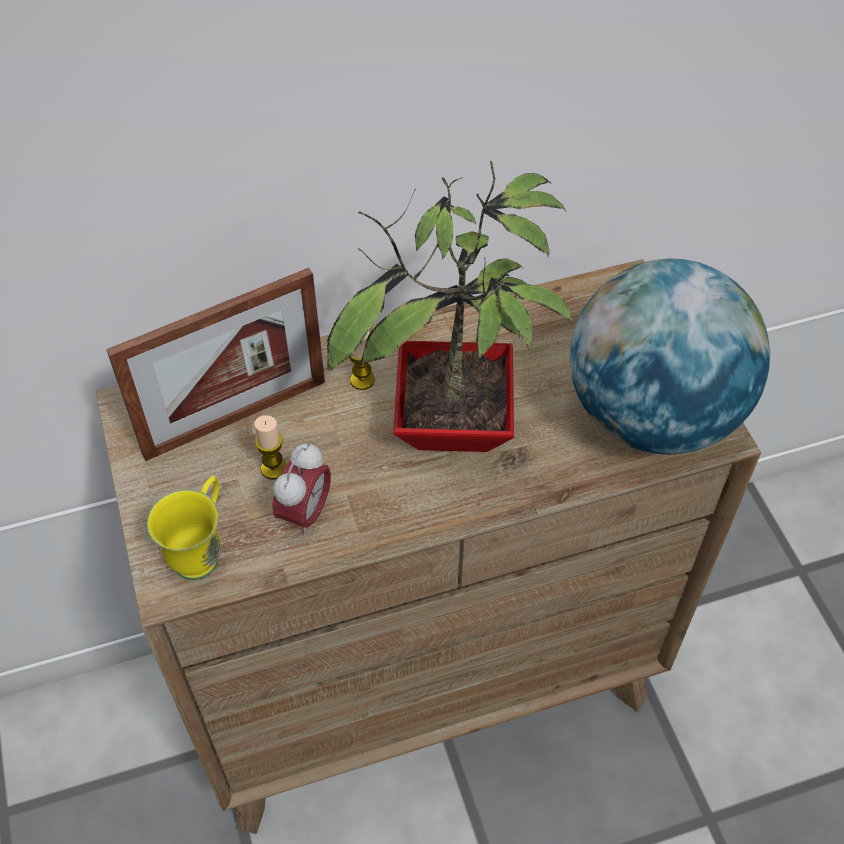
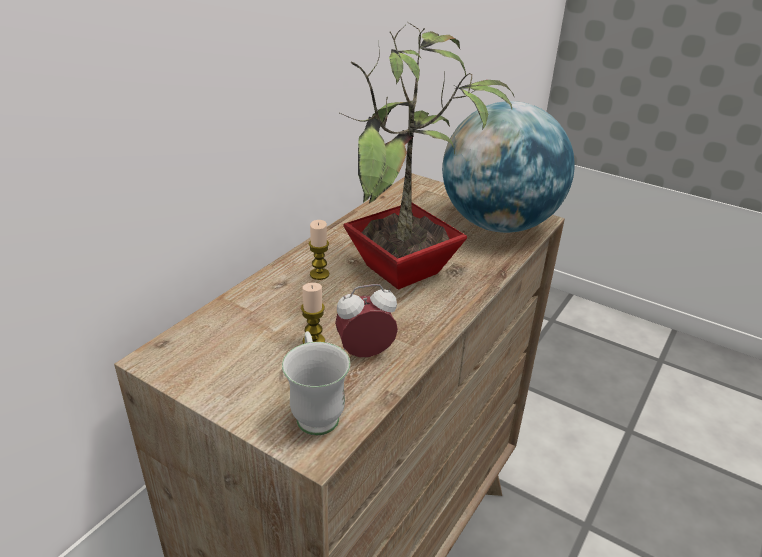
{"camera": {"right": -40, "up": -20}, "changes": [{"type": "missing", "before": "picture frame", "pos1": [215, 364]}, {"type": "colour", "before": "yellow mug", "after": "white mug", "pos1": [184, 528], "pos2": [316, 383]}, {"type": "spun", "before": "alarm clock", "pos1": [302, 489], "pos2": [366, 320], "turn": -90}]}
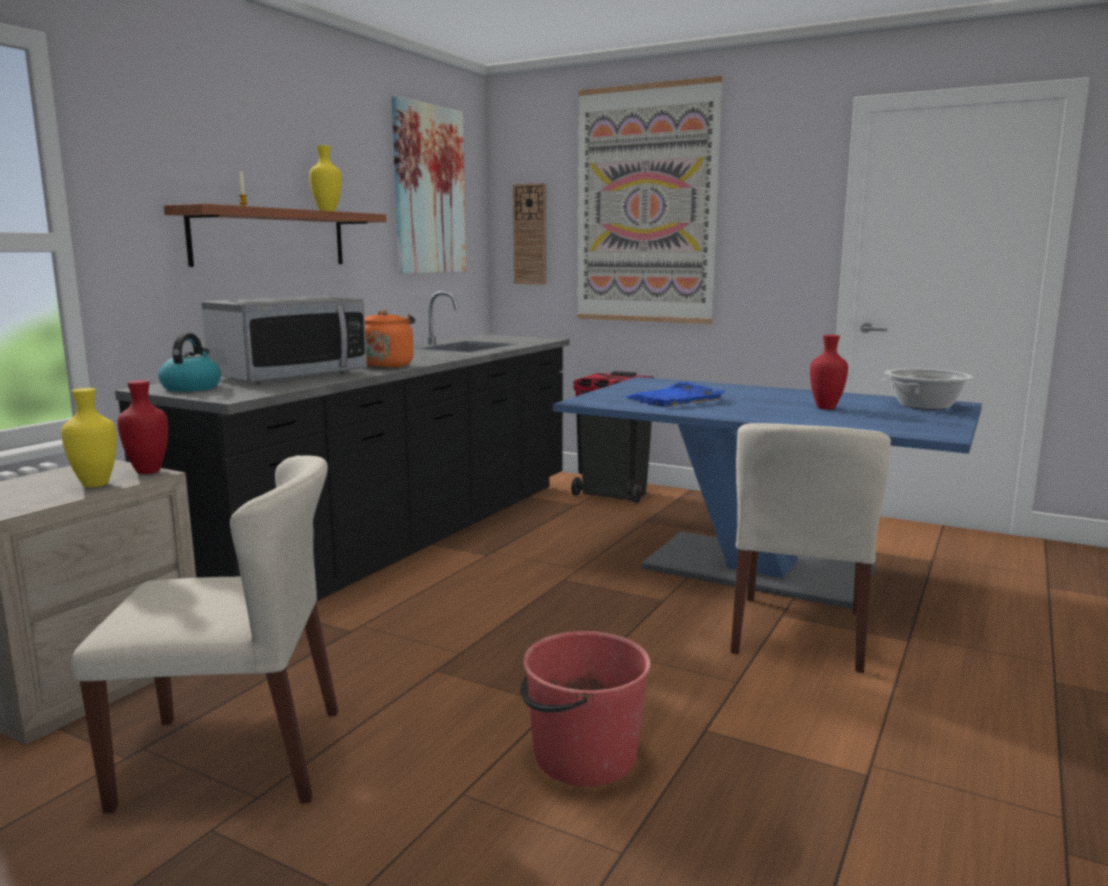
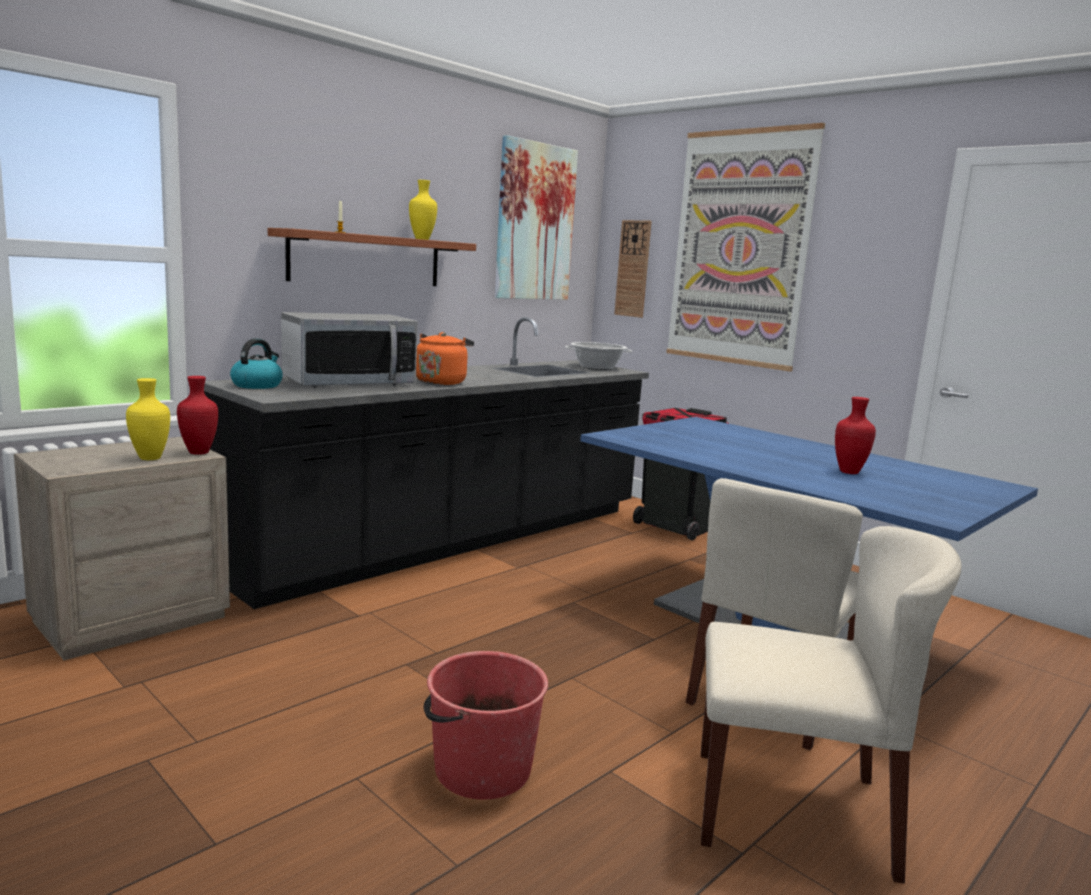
{"camera": {"right": 15, "up": 0}, "changes": [{"type": "relocated", "before": "beige chair", "pos1": [205, 634], "pos2": [831, 705]}, {"type": "missing", "before": "blue tray", "pos1": [674, 394]}, {"type": "relocated", "before": "cooking pot", "pos1": [927, 389], "pos2": [599, 356]}]}
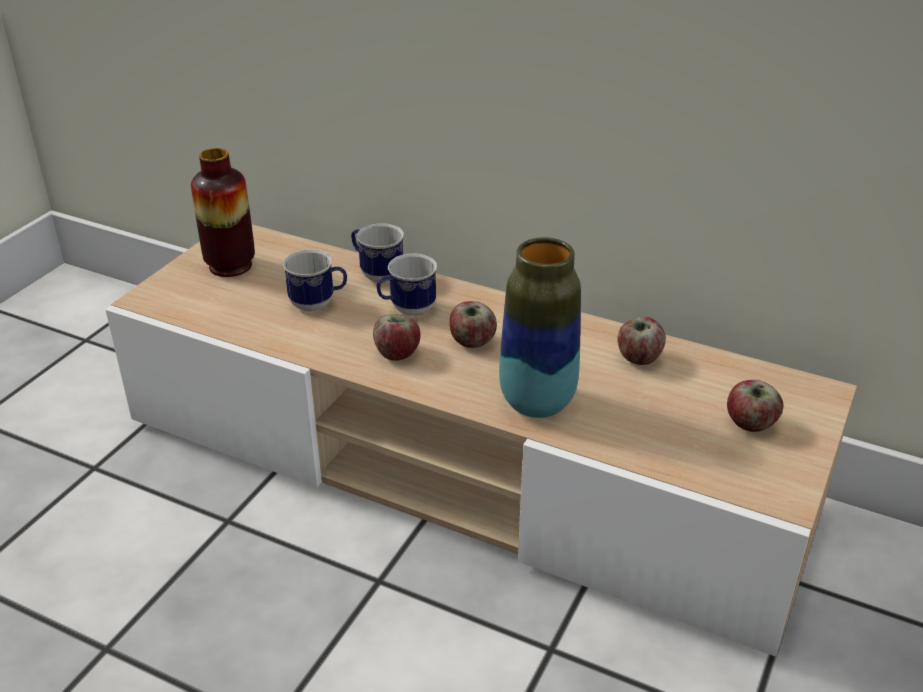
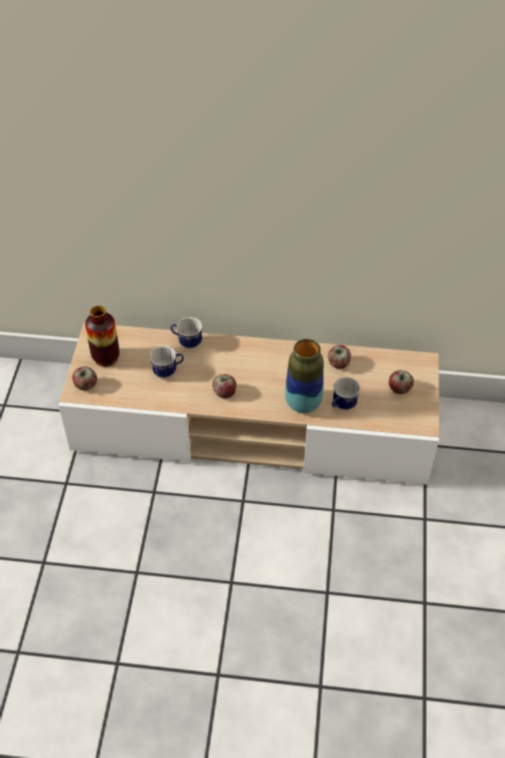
{"camera": {"right": -20, "up": 15}, "changes": [{"type": "relocated", "before": "mug", "pos1": [407, 285], "pos2": [346, 394]}, {"type": "relocated", "before": "apple", "pos1": [473, 324], "pos2": [84, 378]}]}
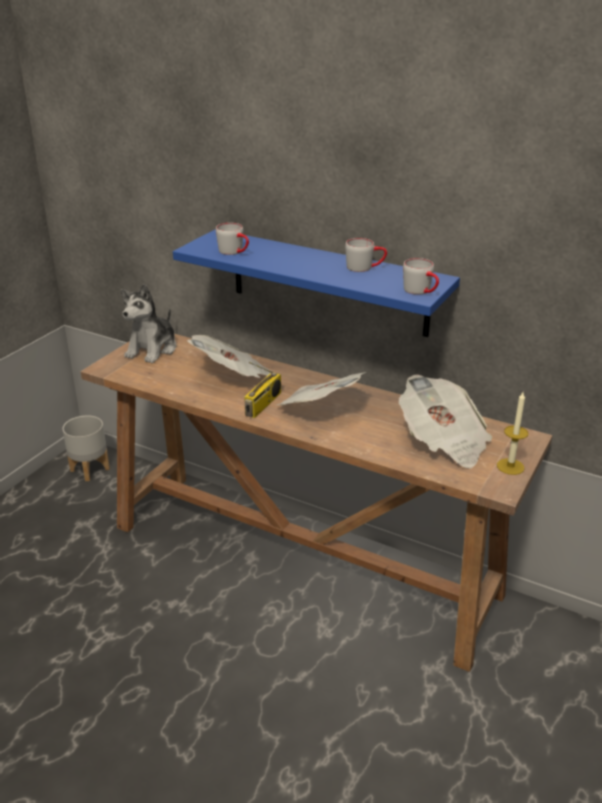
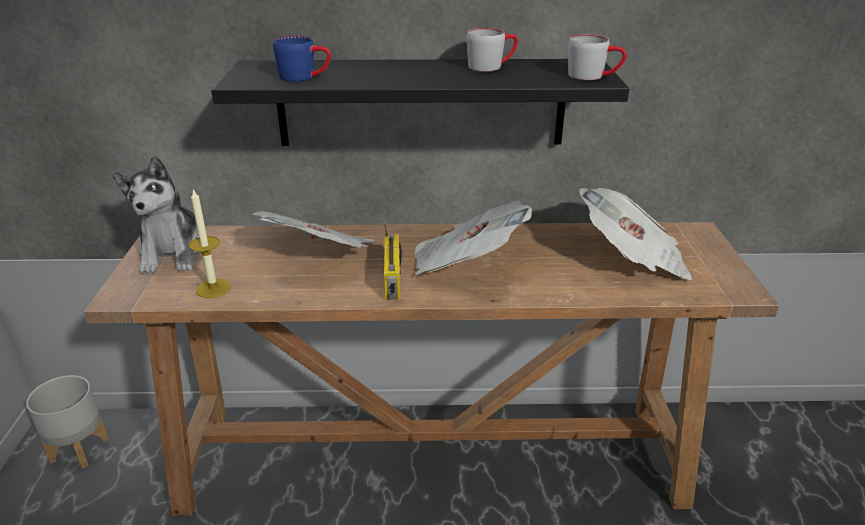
{"camera": {"right": -30, "up": 0}, "changes": [{"type": "colour", "before": "blue shelf", "after": "black shelf", "pos1": [316, 283], "pos2": [420, 102]}, {"type": "colour", "before": "grey mug", "after": "blue mug", "pos1": [232, 239], "pos2": [302, 59]}, {"type": "relocated", "before": "candle", "pos1": [512, 433], "pos2": [210, 243]}]}
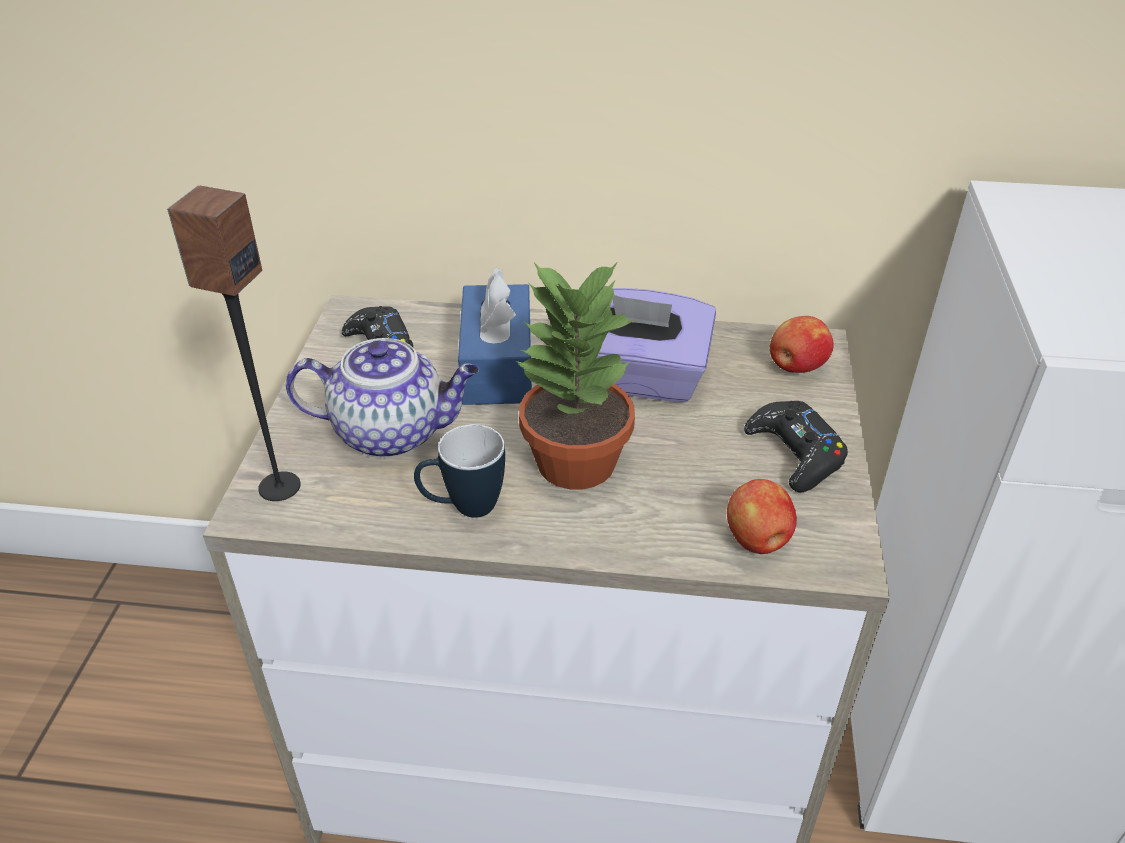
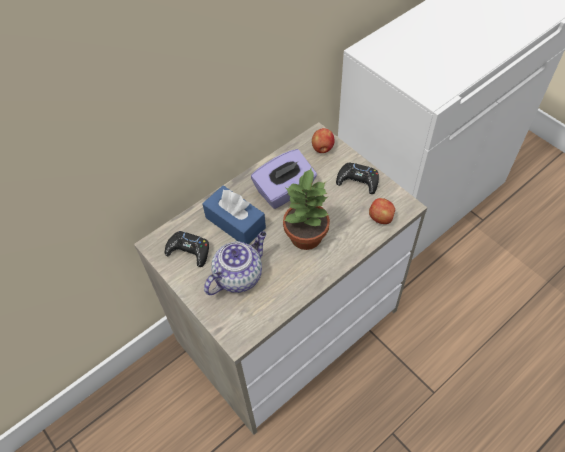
{"camera": {"right": -45, "up": 15}, "changes": [{"type": "missing", "before": "speaker", "pos1": [234, 343]}, {"type": "missing", "before": "mug", "pos1": [459, 471]}]}
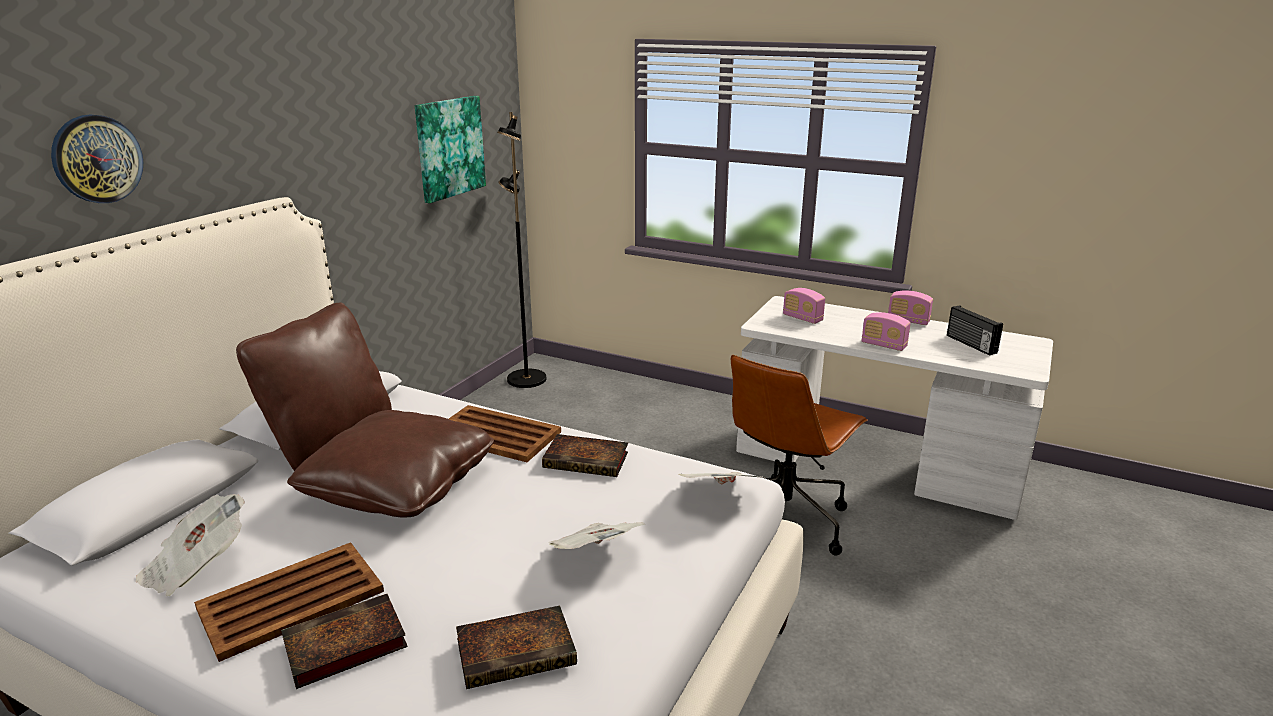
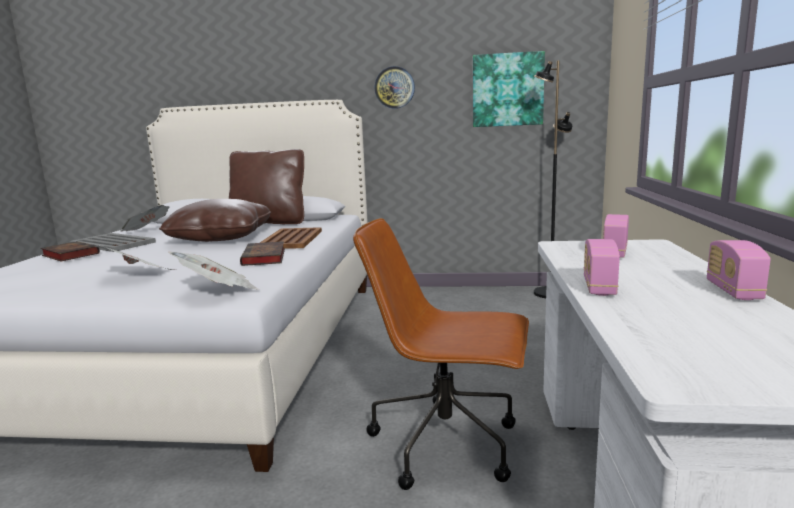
{"camera": {"right": 70, "up": -10}, "changes": [{"type": "relocated", "before": "wall clock", "pos1": [97, 158], "pos2": [394, 87]}, {"type": "colour", "before": "brown tray", "after": "grey tray", "pos1": [289, 602], "pos2": [113, 242]}, {"type": "missing", "before": "book", "pos1": [516, 647]}, {"type": "missing", "before": "radio", "pos1": [975, 330]}]}
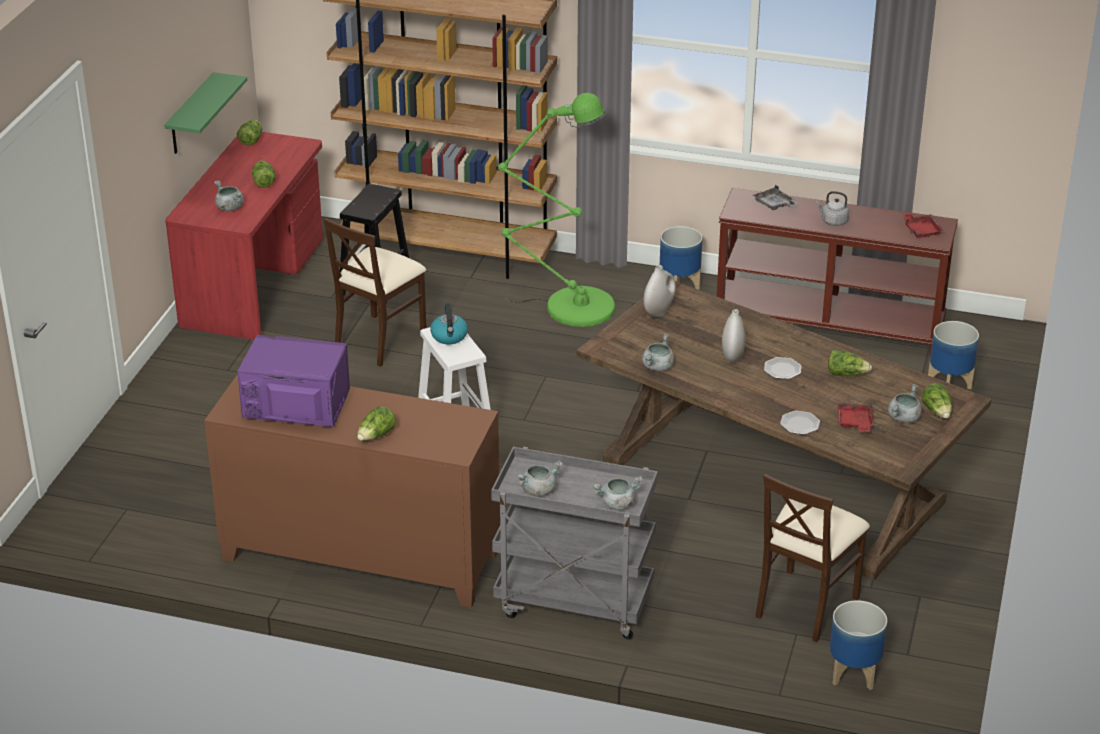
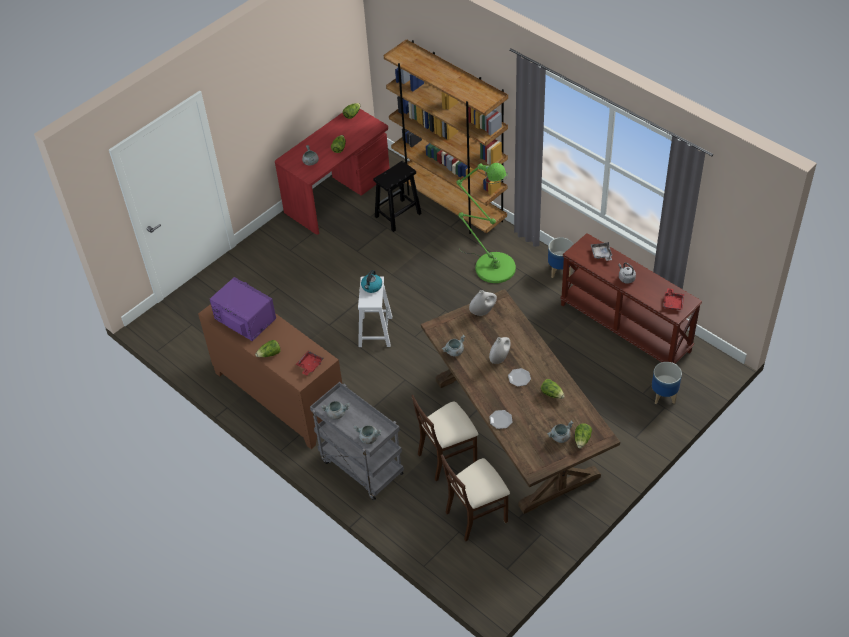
{"camera": {"right": 30, "up": 15}, "changes": [{"type": "missing", "before": "green shelf", "pos1": [205, 113]}, {"type": "relocated", "before": "beige chair", "pos1": [374, 292], "pos2": [444, 438]}, {"type": "missing", "before": "planter", "pos1": [858, 645]}, {"type": "relocated", "before": "red tray", "pos1": [855, 417], "pos2": [310, 363]}]}
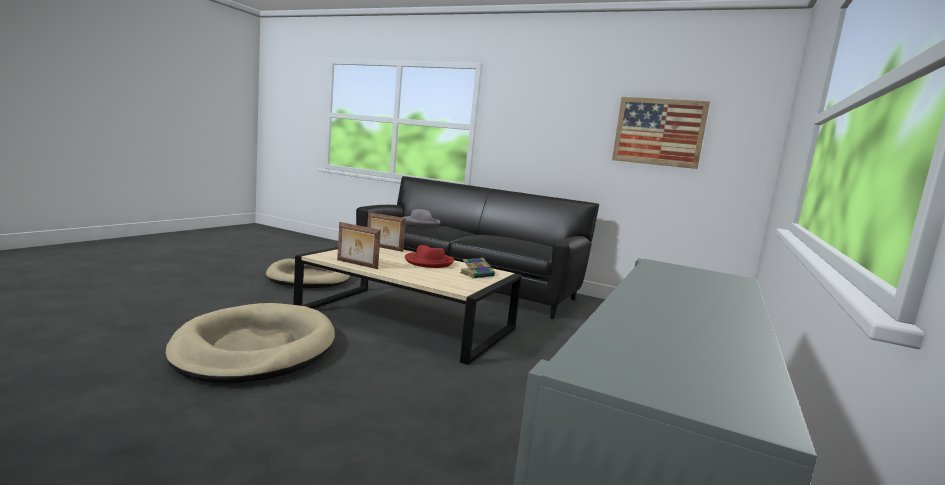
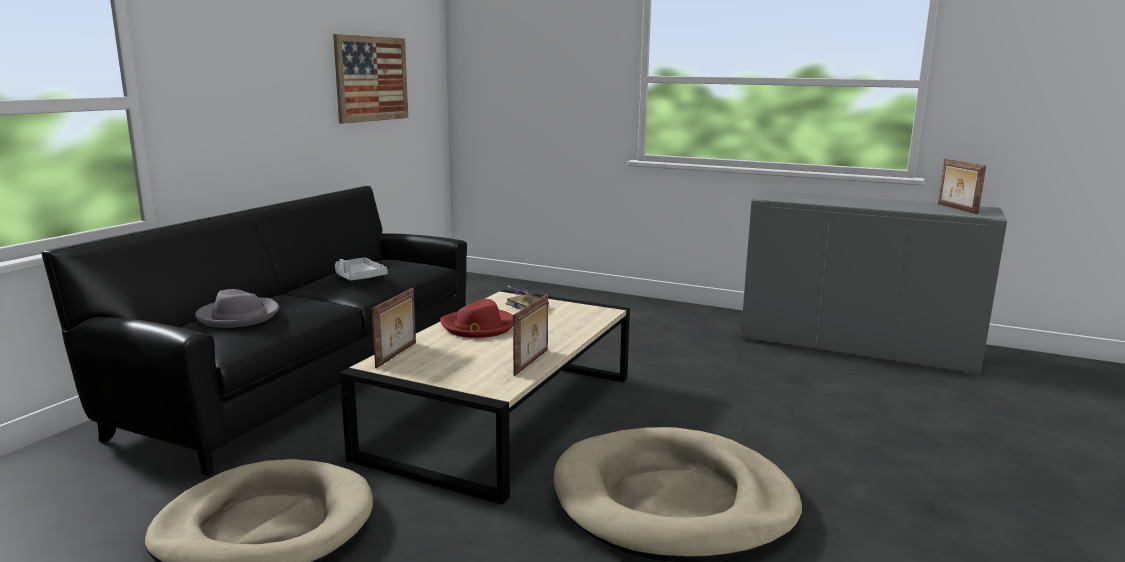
{"camera": {"right": -90, "up": 5}, "changes": [{"type": "appeared", "after": "grey tray", "pos2": [361, 269]}, {"type": "appeared", "after": "picture frame", "pos2": [962, 186]}]}
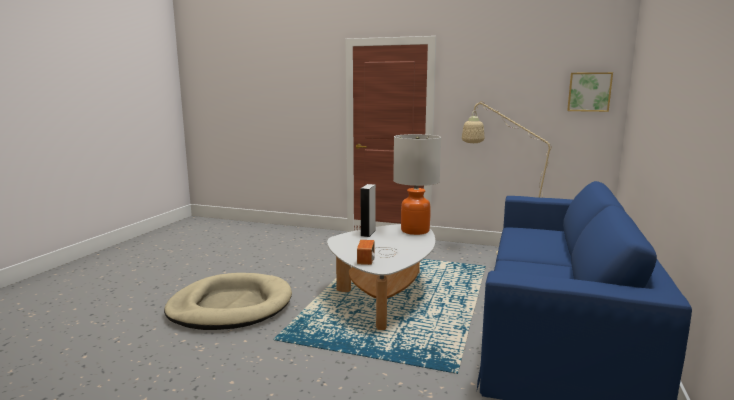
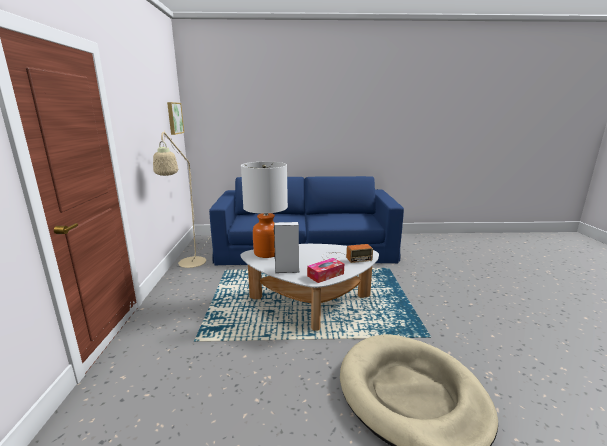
{"camera": {"right": -110, "up": 5}, "changes": [{"type": "appeared", "after": "tissue box", "pos2": [325, 270]}]}
